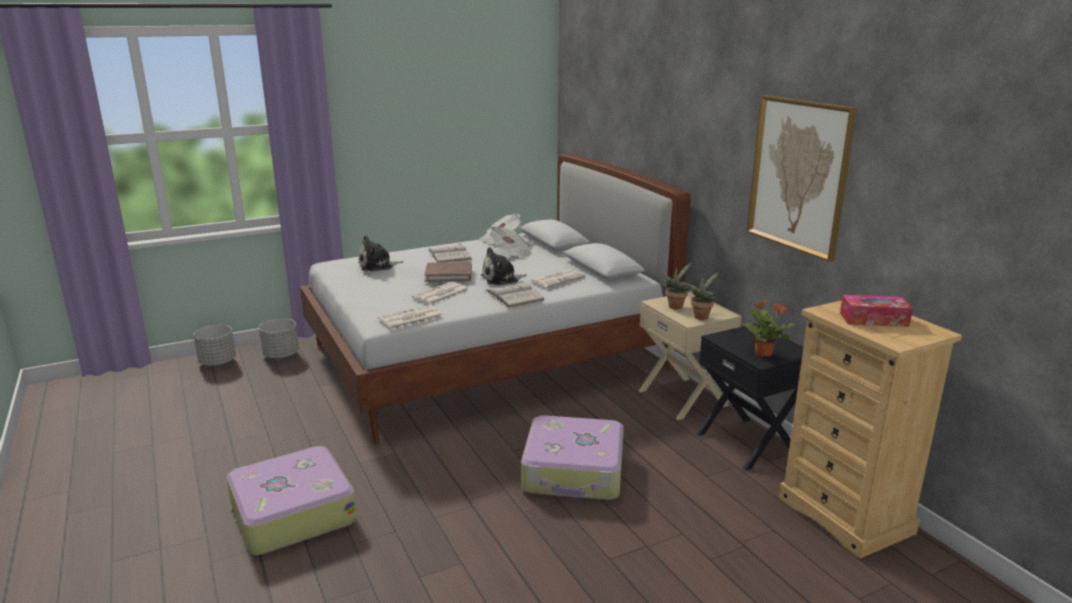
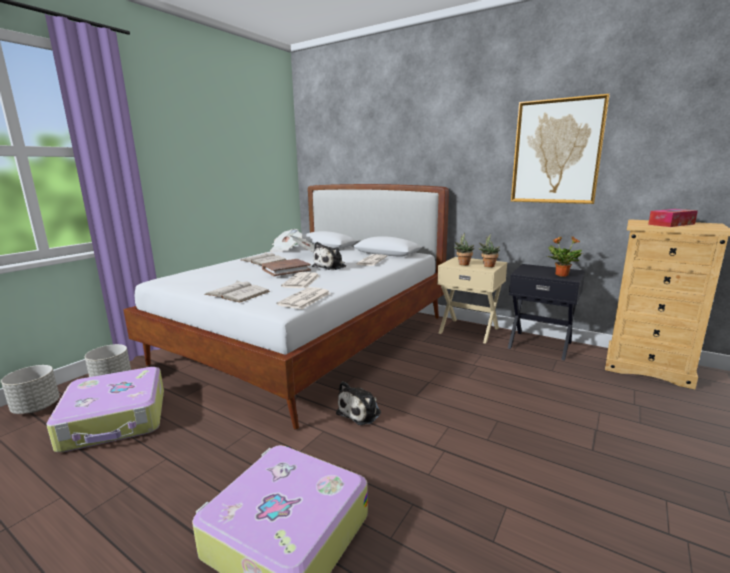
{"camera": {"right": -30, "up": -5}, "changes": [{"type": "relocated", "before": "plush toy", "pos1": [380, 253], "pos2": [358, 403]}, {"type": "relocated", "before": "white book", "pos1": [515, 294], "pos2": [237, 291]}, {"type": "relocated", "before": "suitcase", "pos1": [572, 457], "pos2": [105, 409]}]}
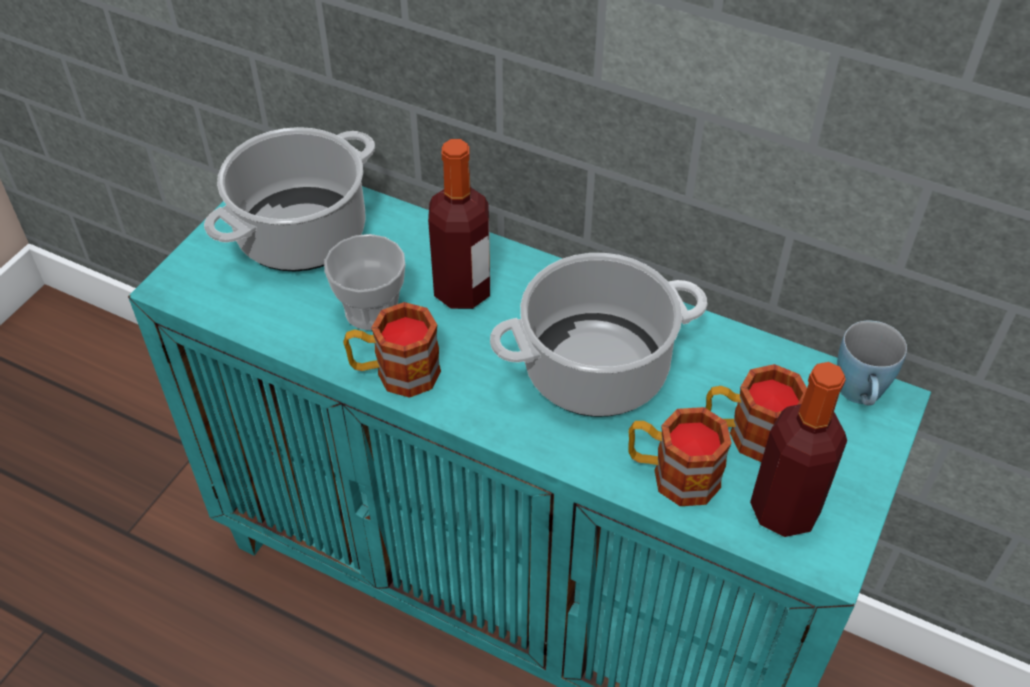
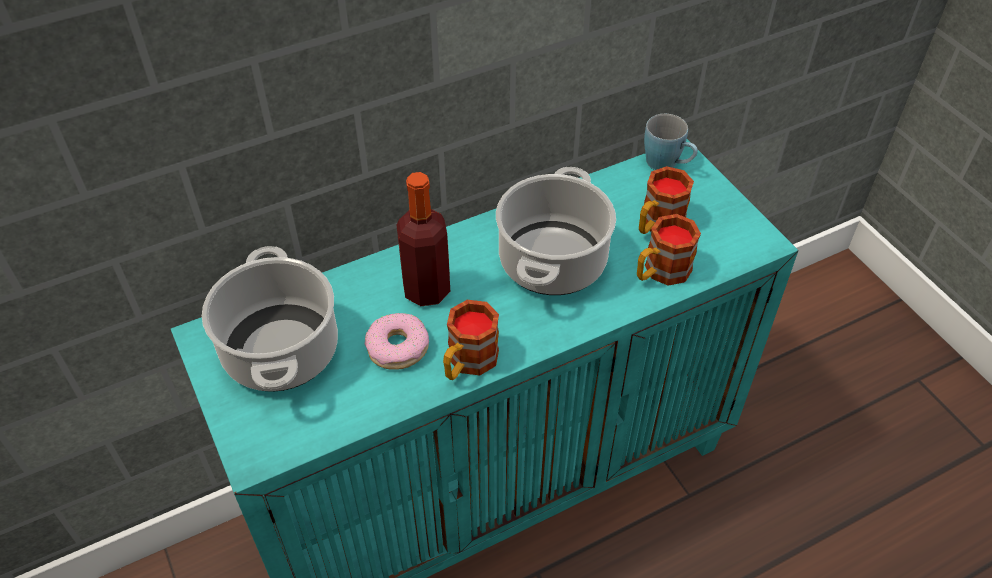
{"camera": {"right": -55, "up": 0}, "changes": [{"type": "exchanged", "before": "cup", "after": "donut", "pos1": [364, 282], "pos2": [397, 341]}, {"type": "missing", "before": "bottle", "pos1": [798, 449]}]}
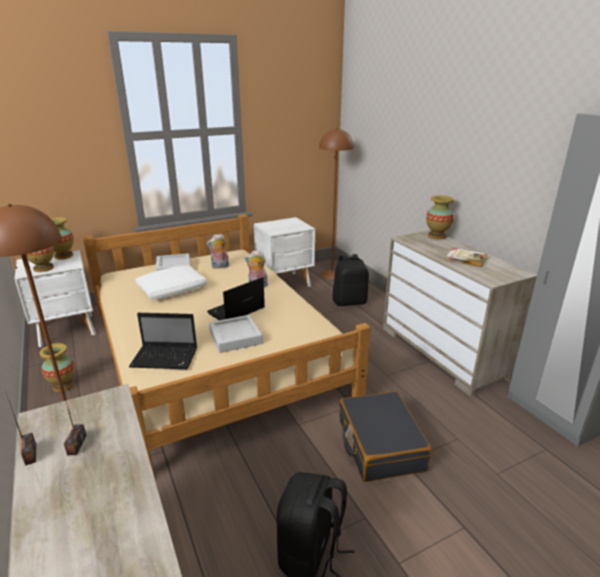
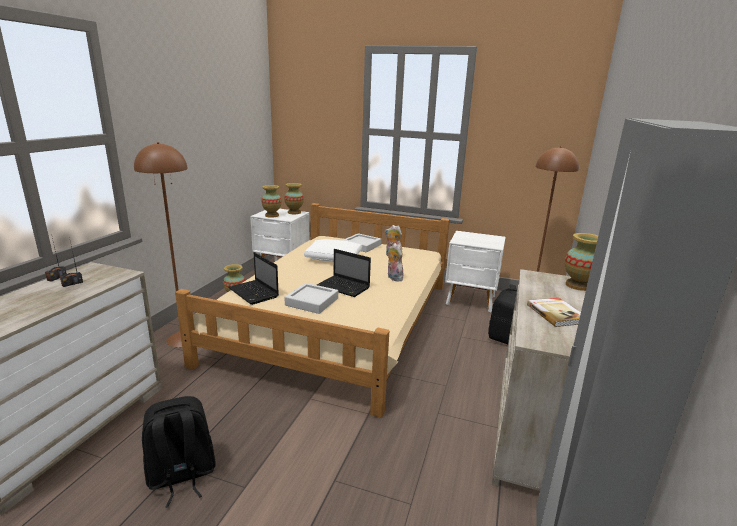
{"camera": {"right": 45, "up": -5}, "changes": [{"type": "spun", "before": "laptop", "pos1": [236, 298], "pos2": [344, 273], "turn": -150}, {"type": "missing", "before": "black suitcase", "pos1": [385, 436]}]}
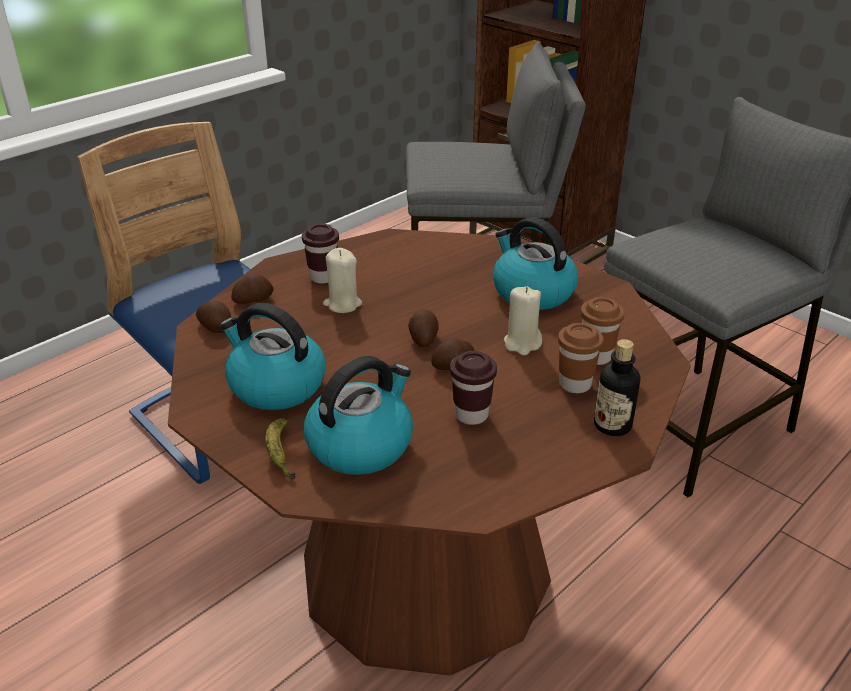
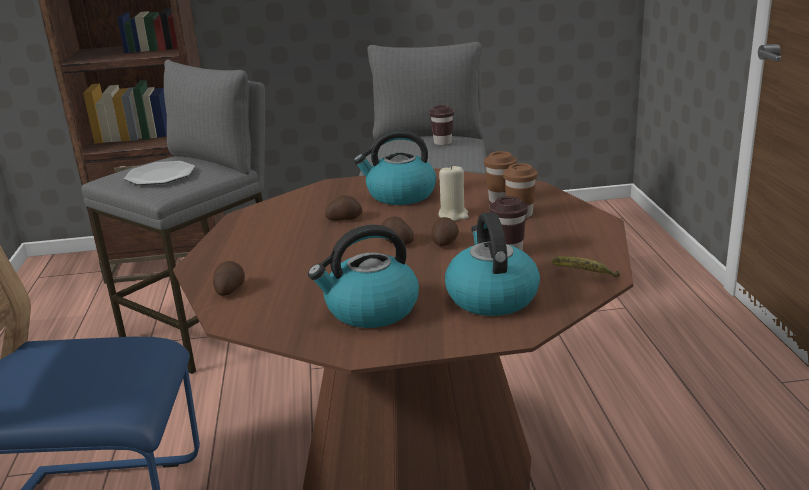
{"camera": {"right": -50, "up": -10}, "changes": [{"type": "relocated", "before": "potato", "pos1": [213, 317], "pos2": [343, 208]}, {"type": "relocated", "before": "banana", "pos1": [280, 449], "pos2": [586, 266]}, {"type": "relocated", "before": "brown cup", "pos1": [320, 253], "pos2": [441, 125]}, {"type": "missing", "before": "beige candle", "pos1": [342, 280]}, {"type": "missing", "before": "bottle", "pos1": [617, 387]}, {"type": "appeared", "after": "plate", "pos2": [159, 173]}]}
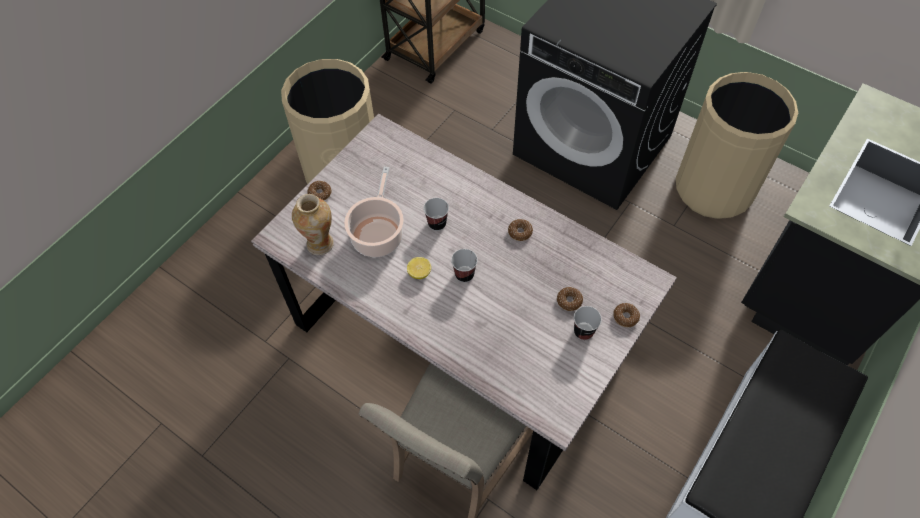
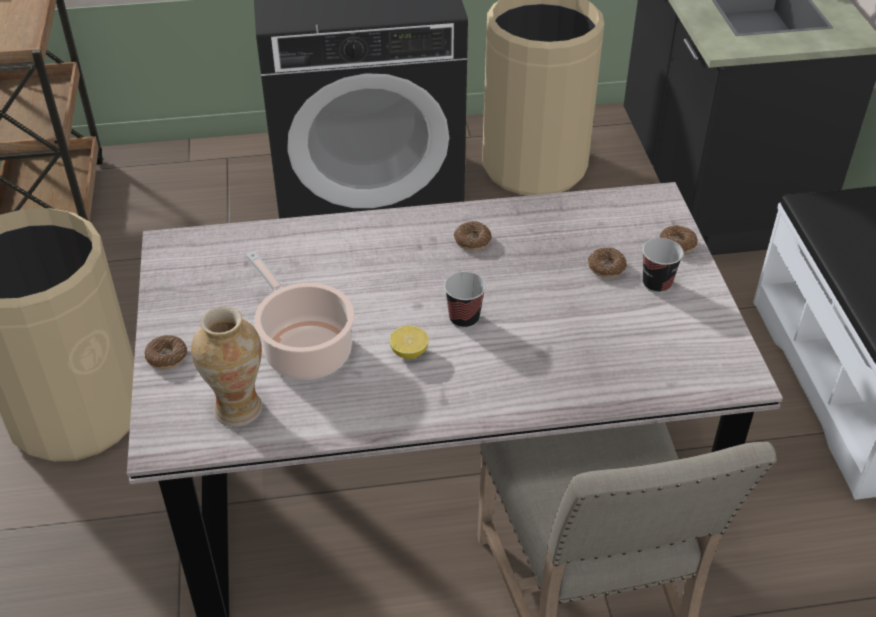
{"camera": {"right": -45, "up": -15}, "changes": [{"type": "missing", "before": "cup", "pos1": [436, 214]}]}
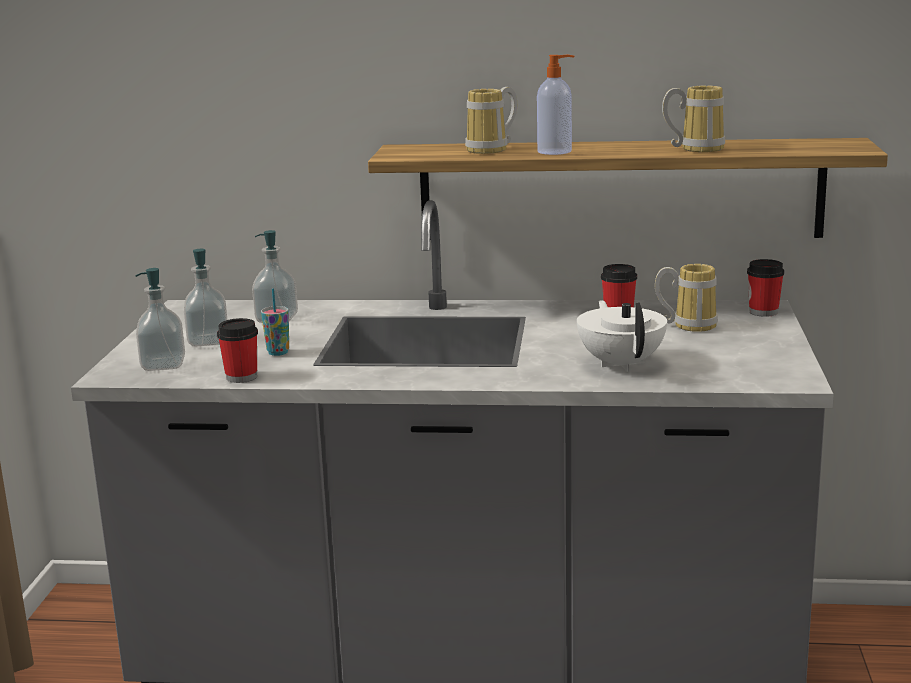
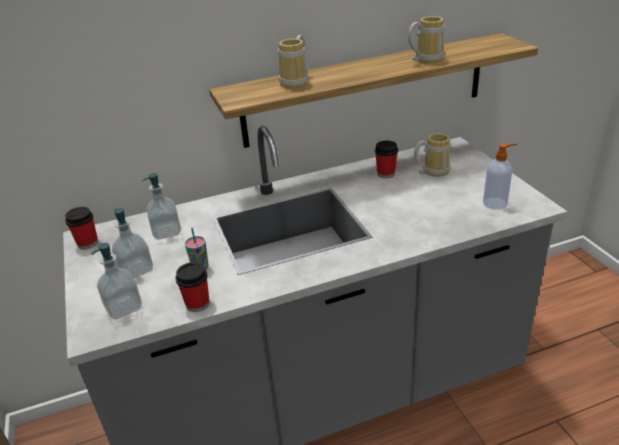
{"camera": {"right": -25, "up": 15}, "changes": [{"type": "relocated", "before": "soap dispenser", "pos1": [555, 105], "pos2": [500, 176]}, {"type": "missing", "before": "white teapot", "pos1": [622, 336]}, {"type": "relocated", "before": "cup", "pos1": [766, 288], "pos2": [81, 228]}]}
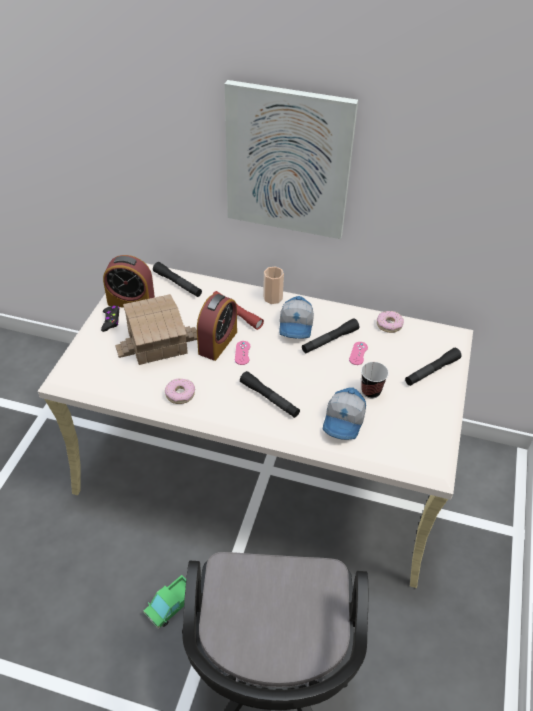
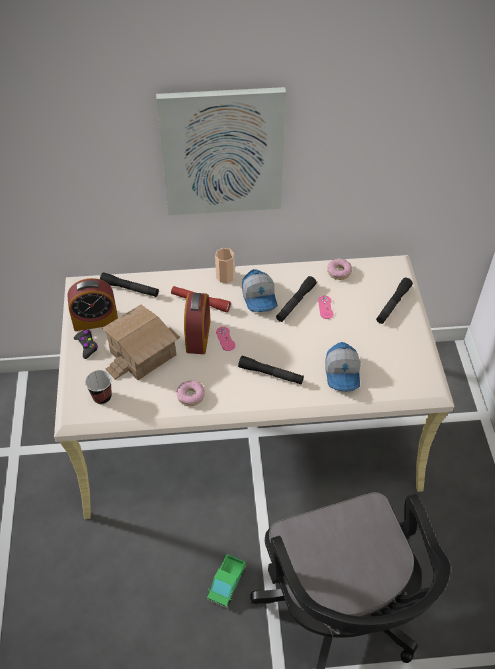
{"camera": {"right": -20, "up": 5}, "changes": [{"type": "relocated", "before": "cup", "pos1": [375, 380], "pos2": [98, 387]}]}
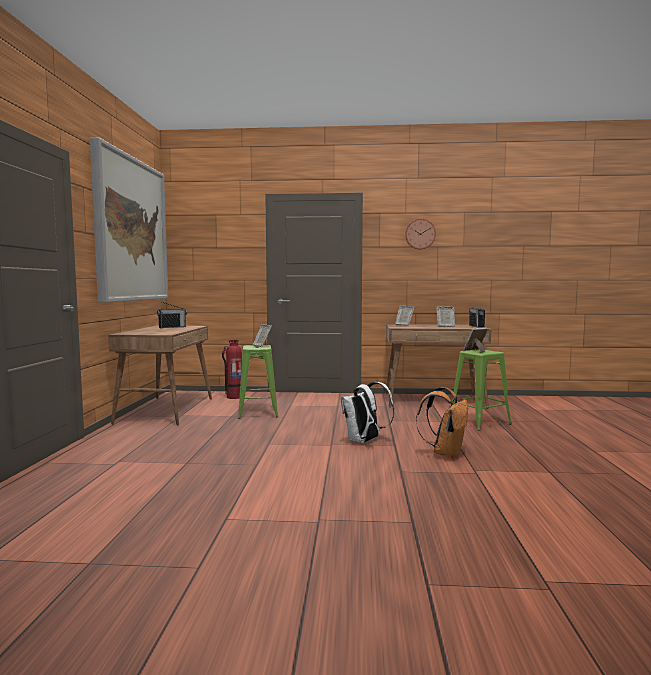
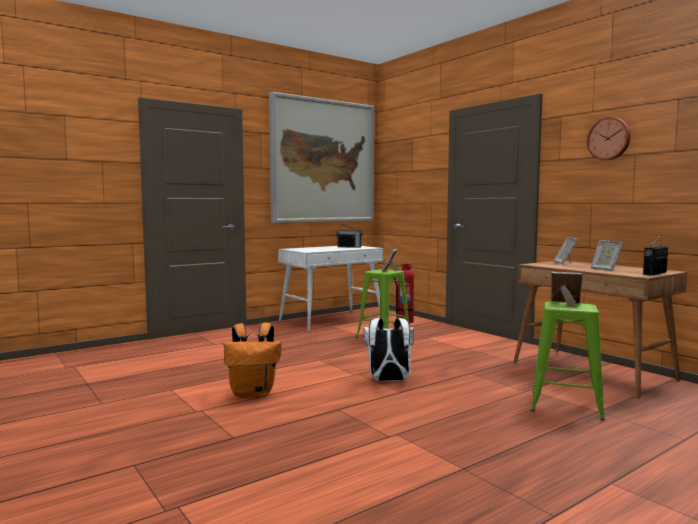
{"camera": {"right": 50, "up": 0}, "changes": [{"type": "colour", "before": "brown desk", "after": "white desk", "pos1": [160, 375], "pos2": [330, 289]}, {"type": "relocated", "before": "orange backpack", "pos1": [442, 422], "pos2": [252, 360]}]}
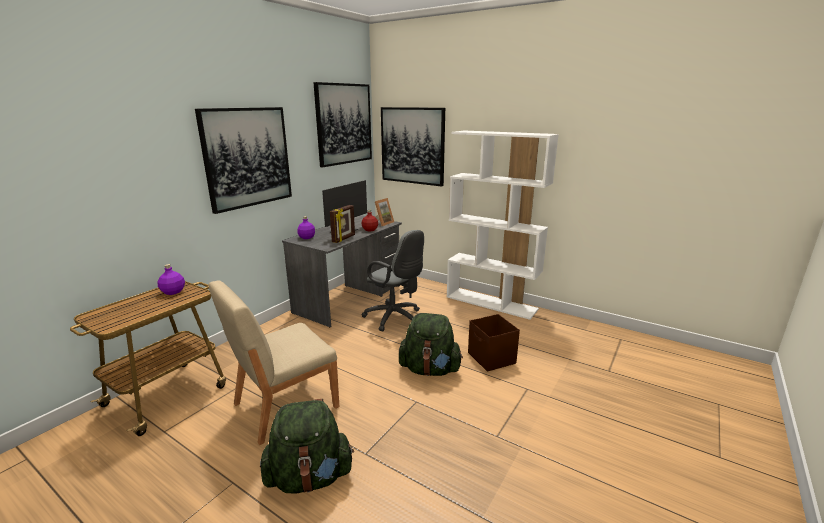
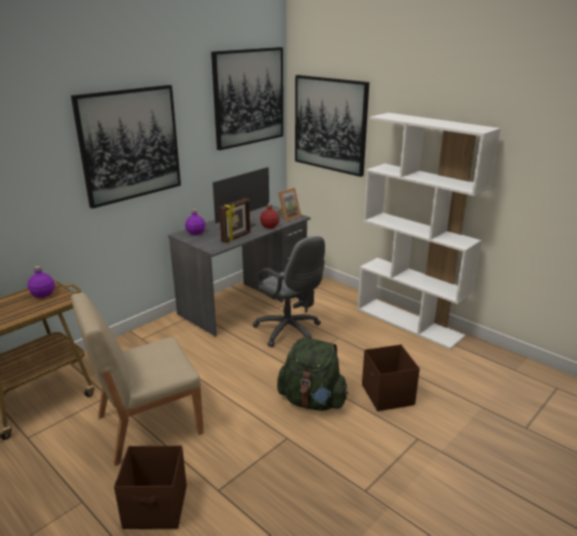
{"camera": {"right": 10, "up": 5}, "changes": [{"type": "exchanged", "before": "green backpack", "after": "brown storage box", "pos1": [307, 446], "pos2": [150, 487]}]}
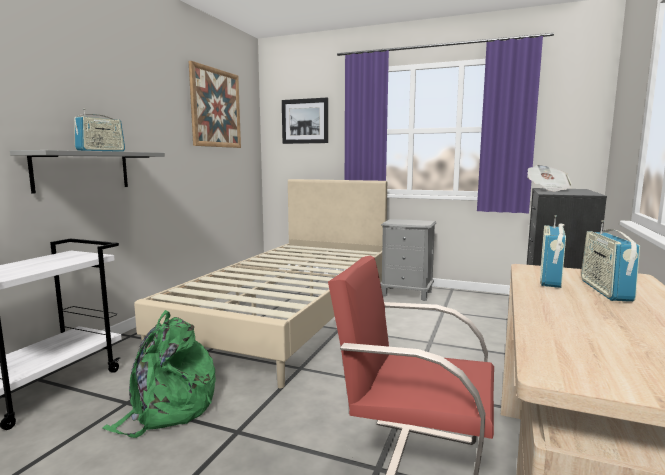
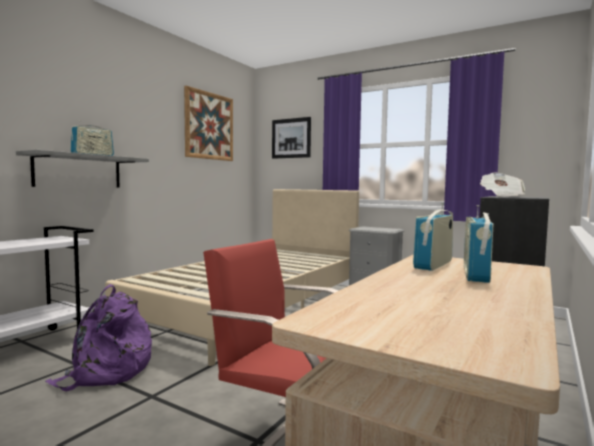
{"camera": {"right": 10, "up": -5}, "changes": [{"type": "colour", "before": "green backpack", "after": "purple backpack", "pos1": [159, 374], "pos2": [98, 337]}]}
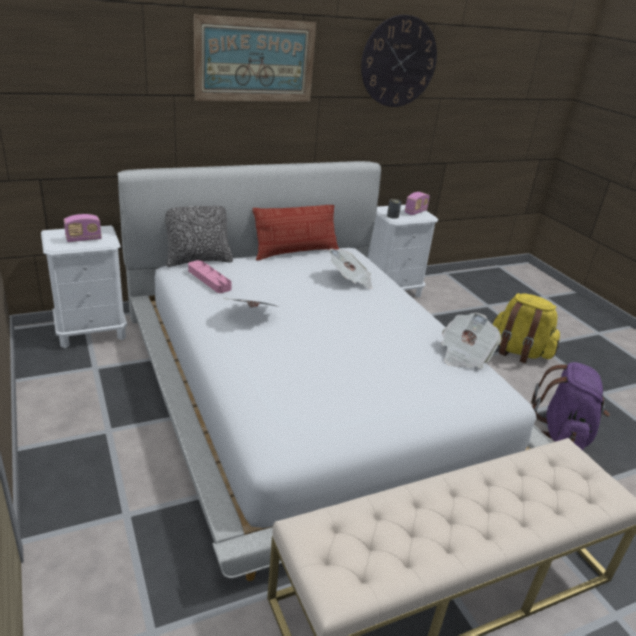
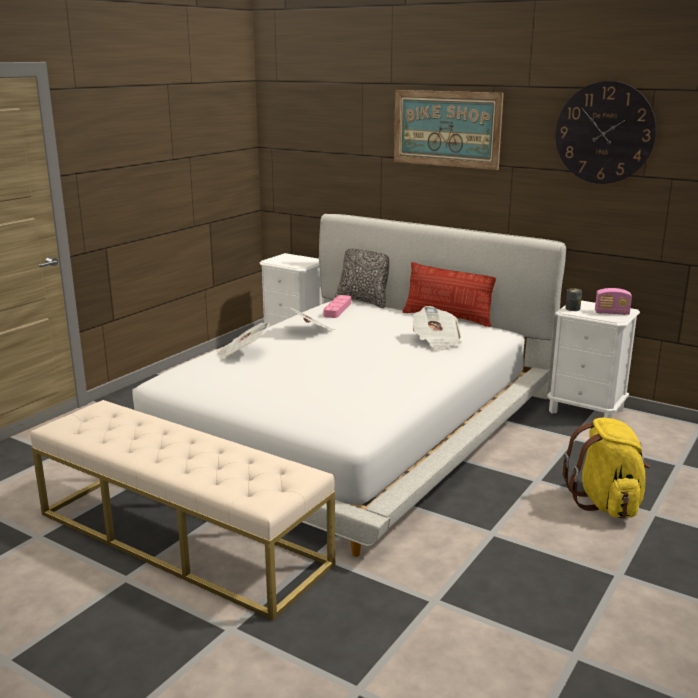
{"camera": {"right": 60, "up": -10}, "changes": [{"type": "missing", "before": "radio", "pos1": [83, 228]}, {"type": "relocated", "before": "newspaper", "pos1": [471, 341], "pos2": [243, 340]}, {"type": "missing", "before": "purple backpack", "pos1": [570, 406]}]}
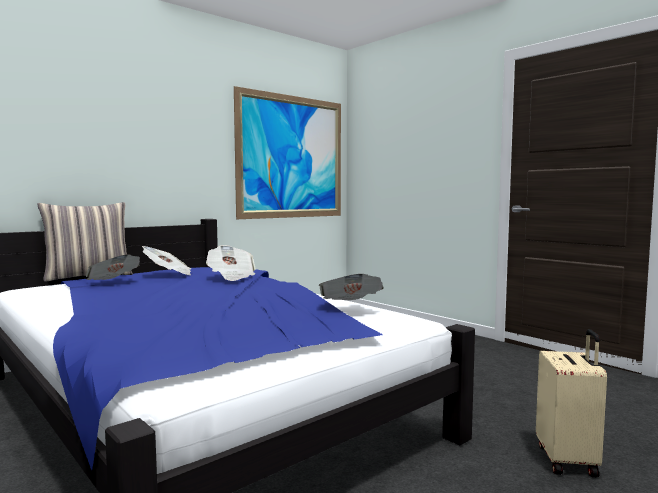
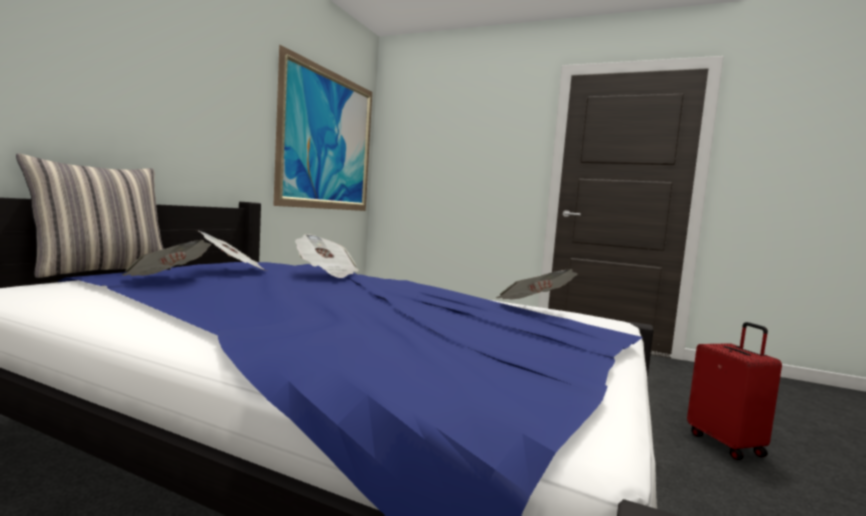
{"camera": {"right": -25, "up": 0}, "changes": [{"type": "colour", "before": "beige suitcase", "after": "red suitcase", "pos1": [571, 403], "pos2": [734, 391]}]}
